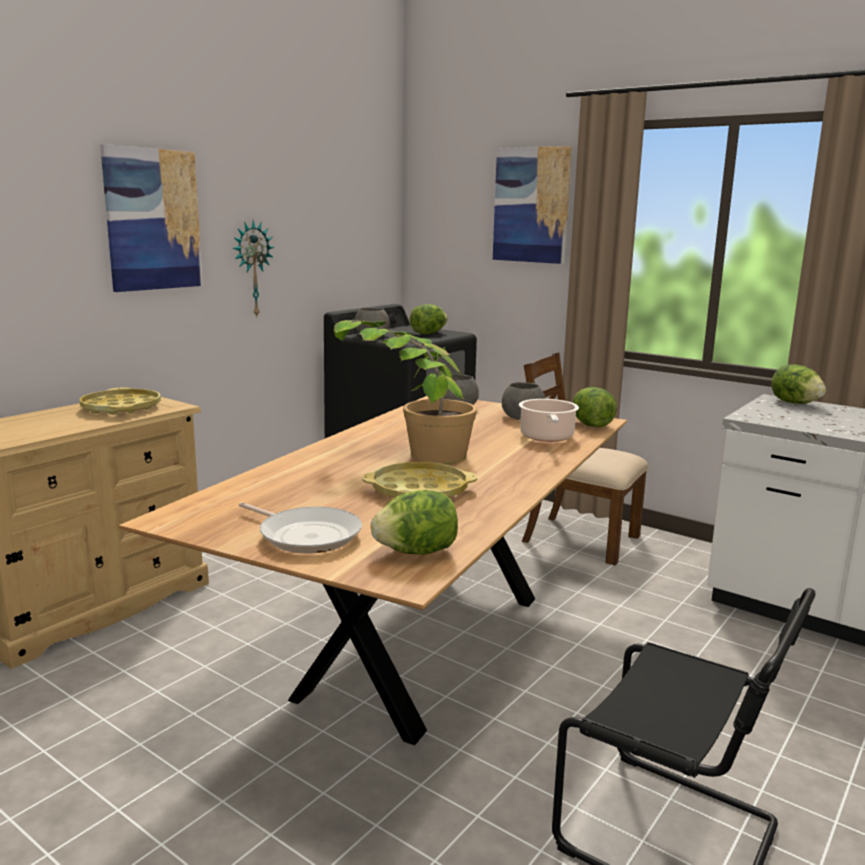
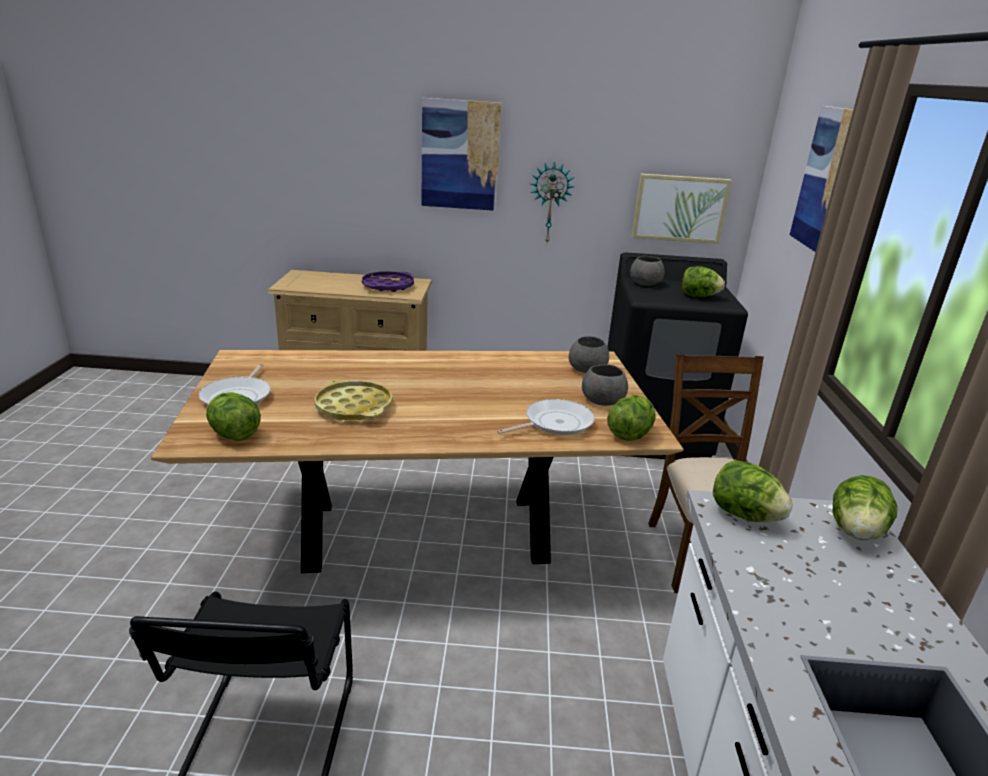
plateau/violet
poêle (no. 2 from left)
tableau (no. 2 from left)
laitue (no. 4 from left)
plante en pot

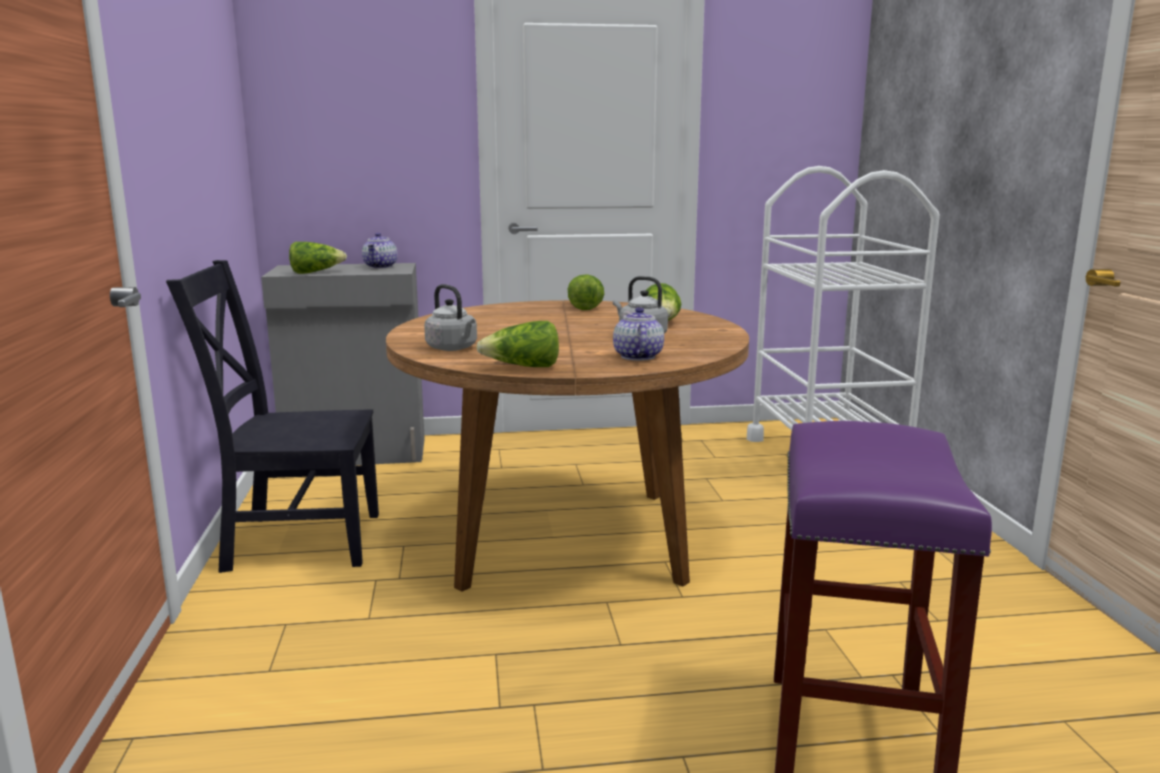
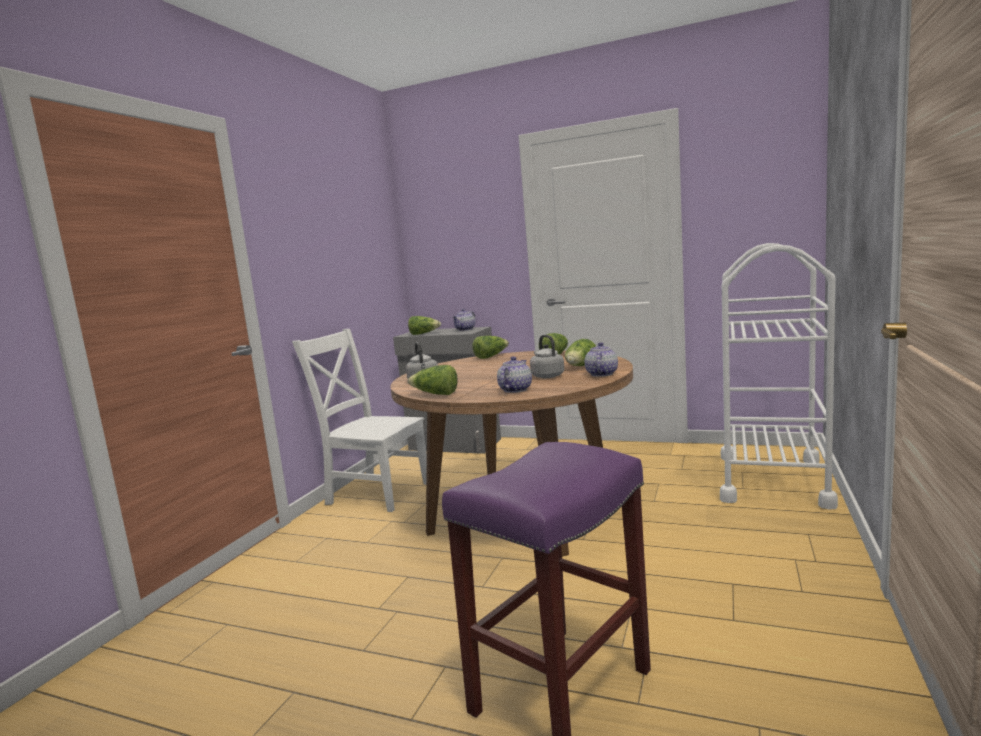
chaise/blanc
laitue (no. 3 from left)
théière (no. 3 from left)

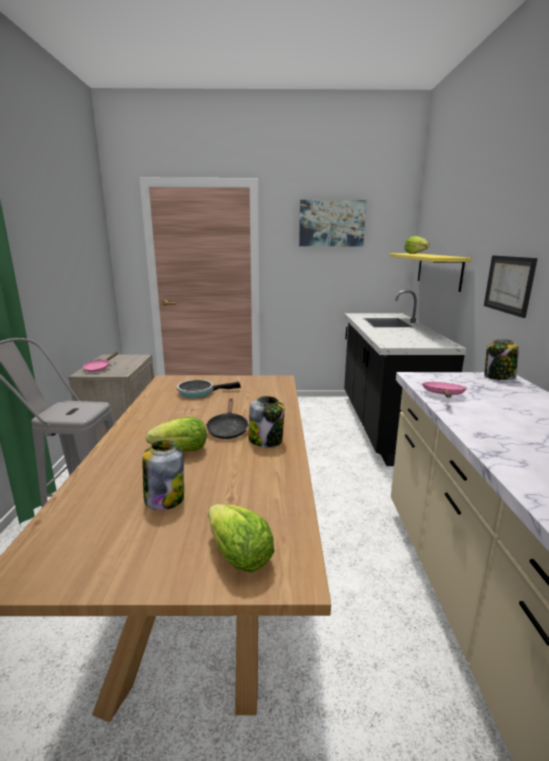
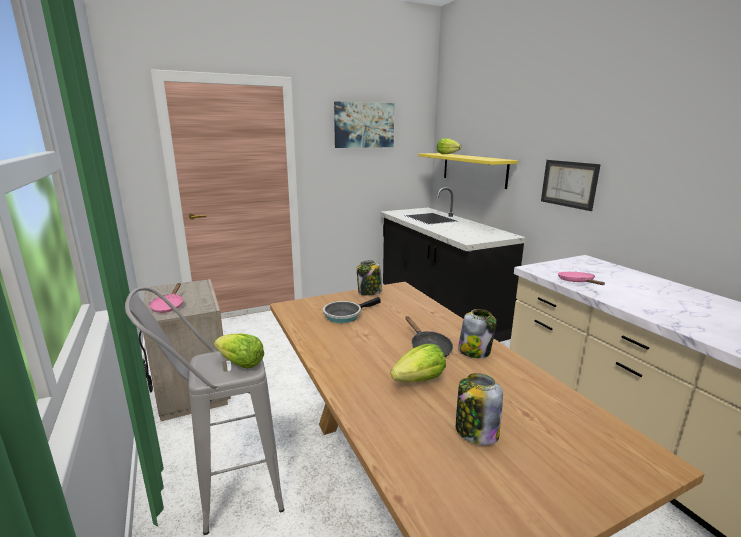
laitue (no. 1 from left)
bocal (no. 1 from left)

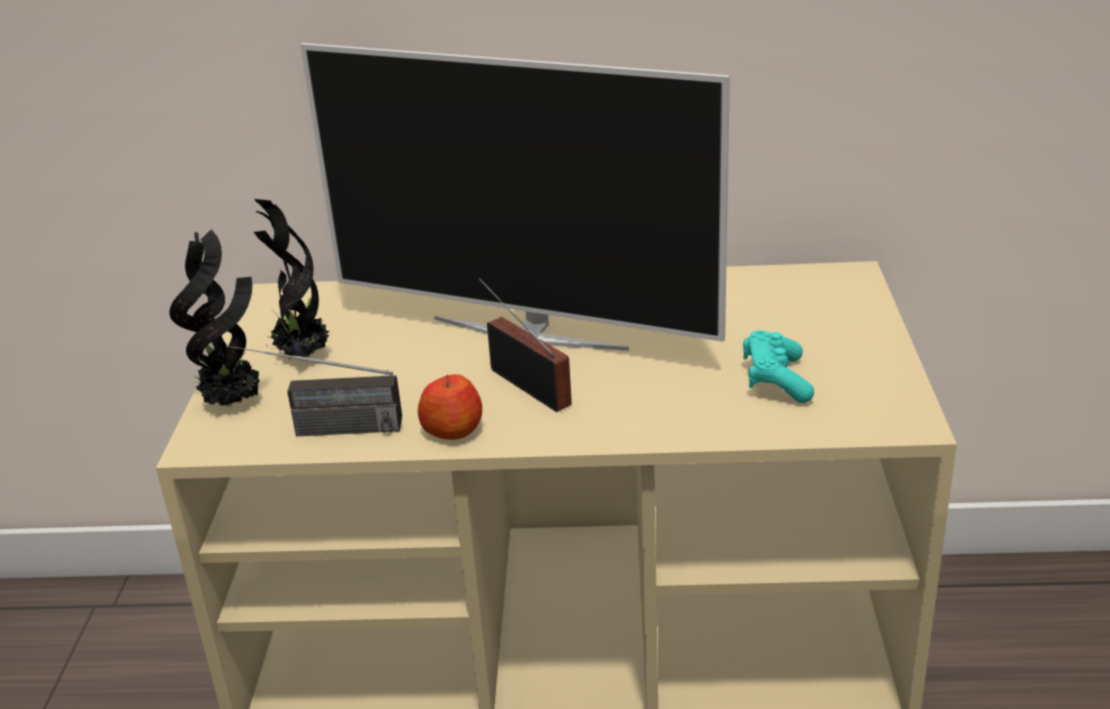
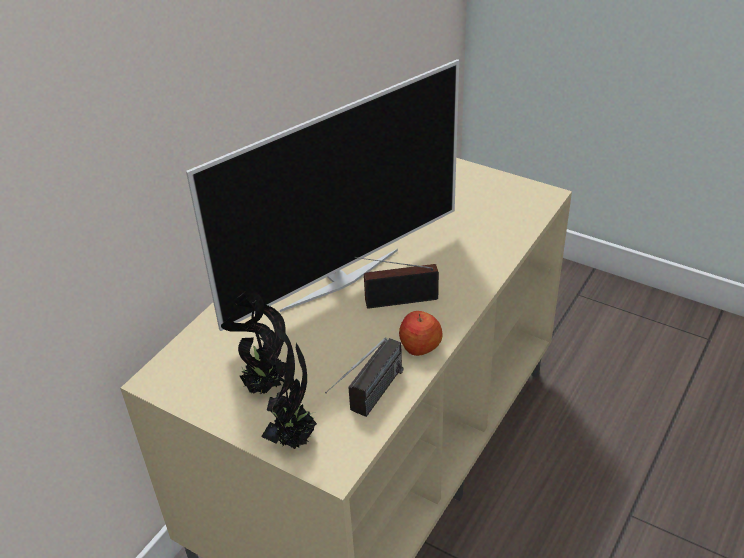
manette/turquoise

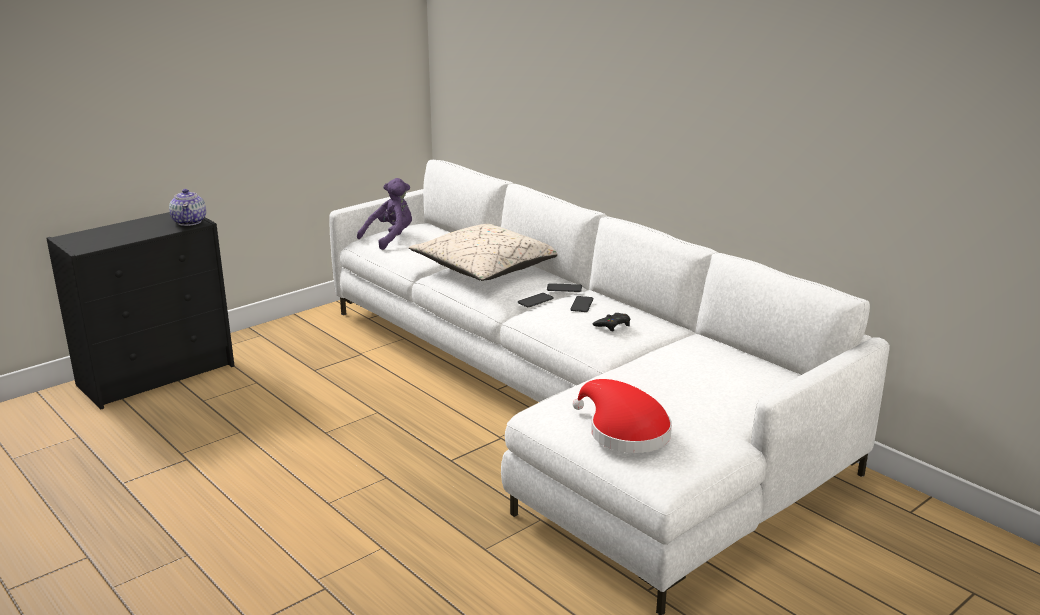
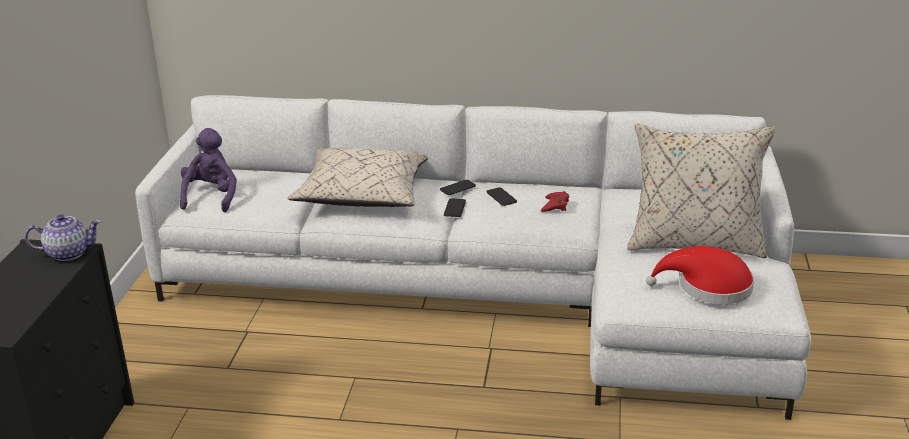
théière
manette/rouge
coussin/beige (no. 2 from left)

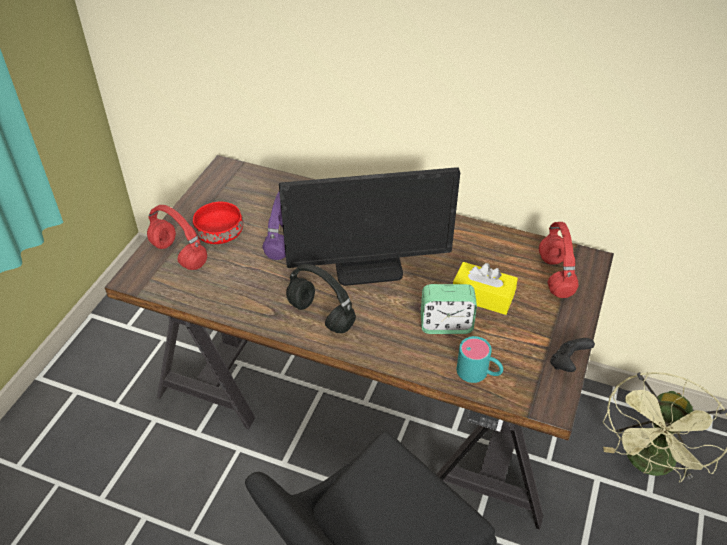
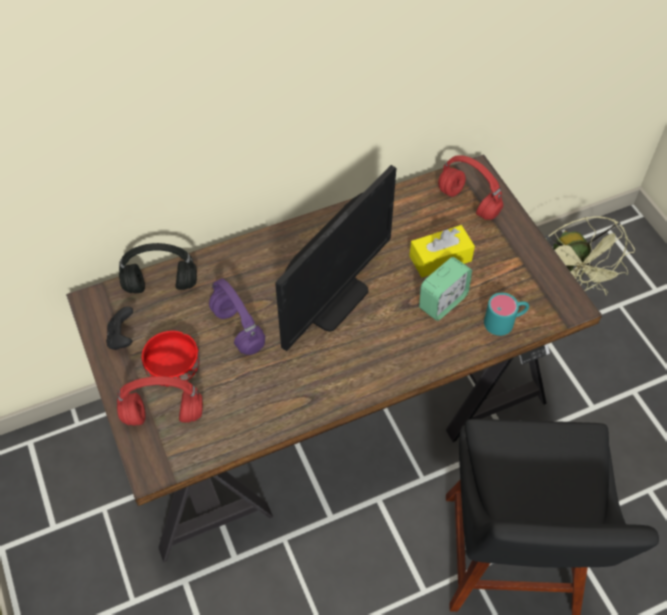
manette/noir
casque audio/noir

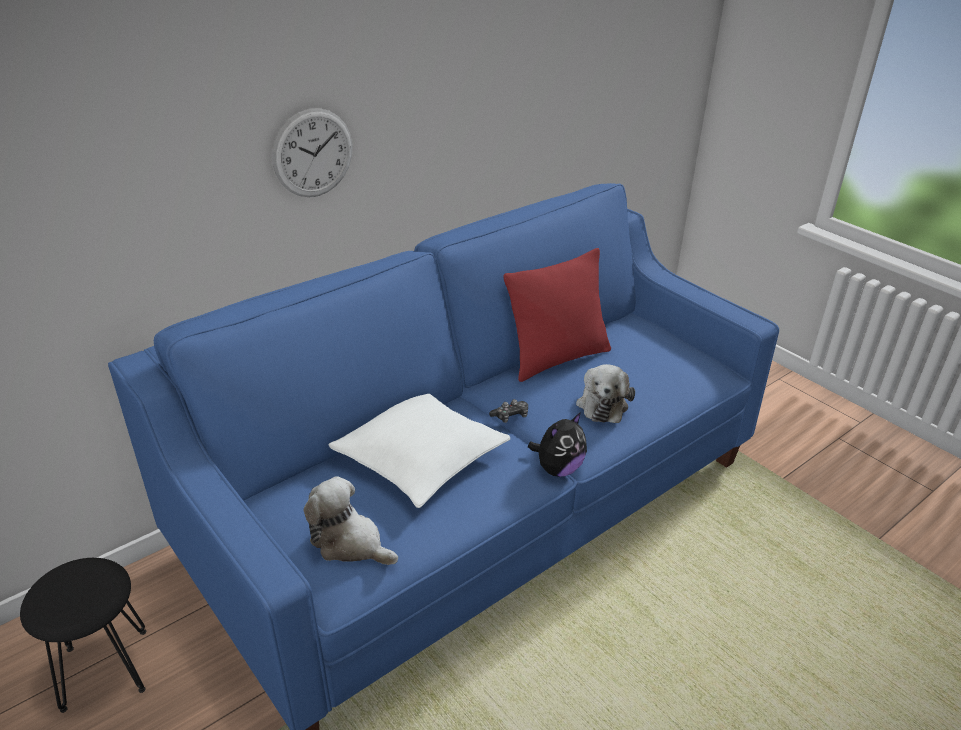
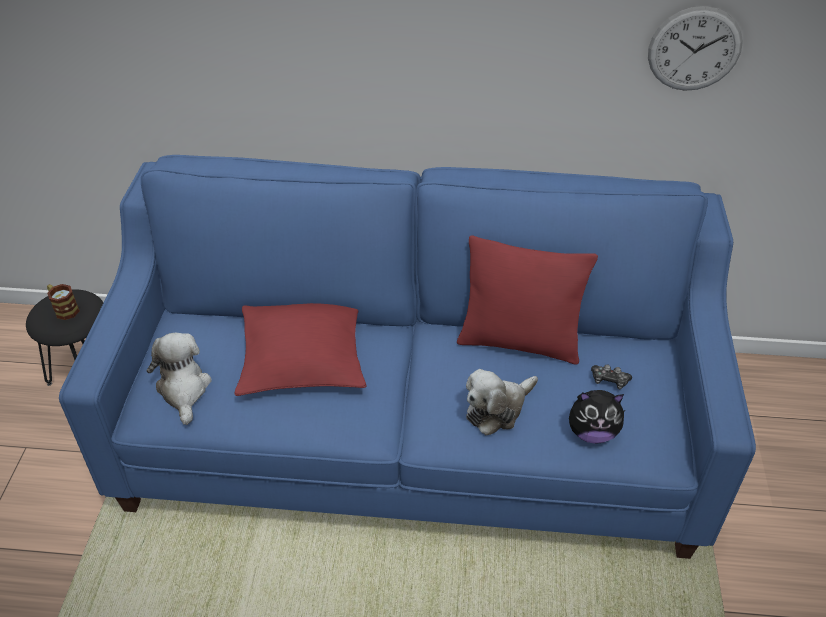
mug
coussin/rouge (no. 1 from left)
peluche (no. 3 from left)
manette
horloge murale

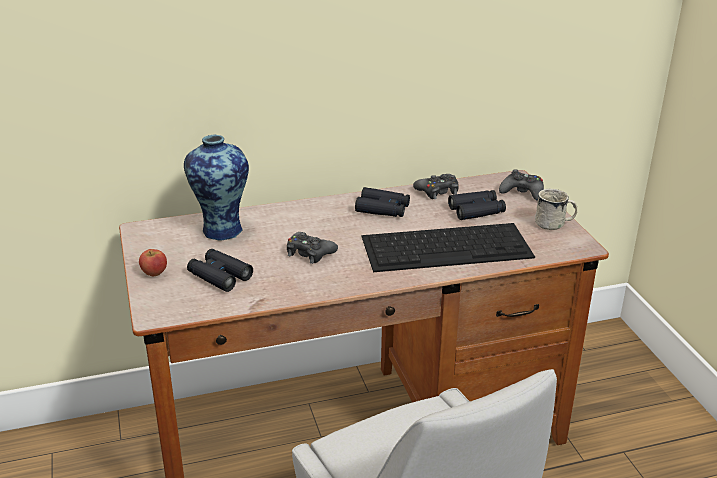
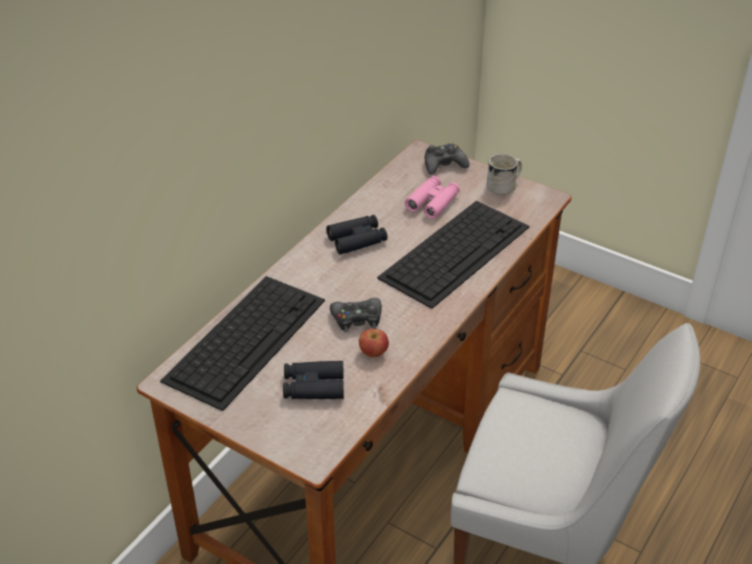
clavier (no. 1 from left)
pomme
jumelles/rose
manette/noir (no. 2 from left in the first image)

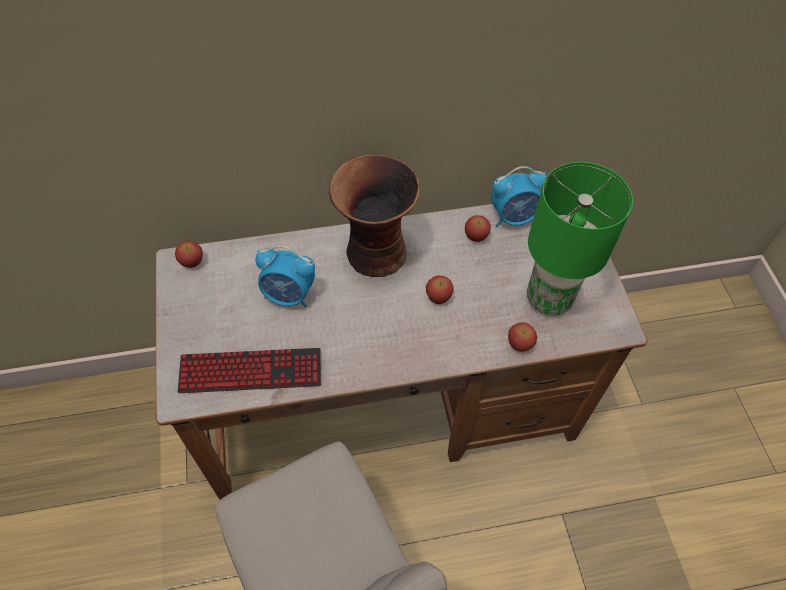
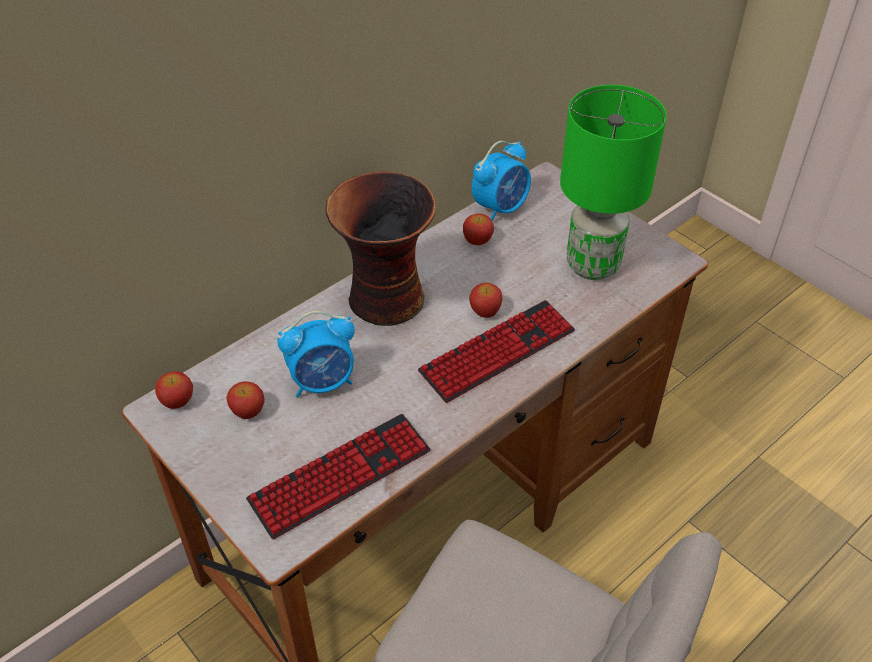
pomme (no. 2 from left)
clavier (no. 2 from left)

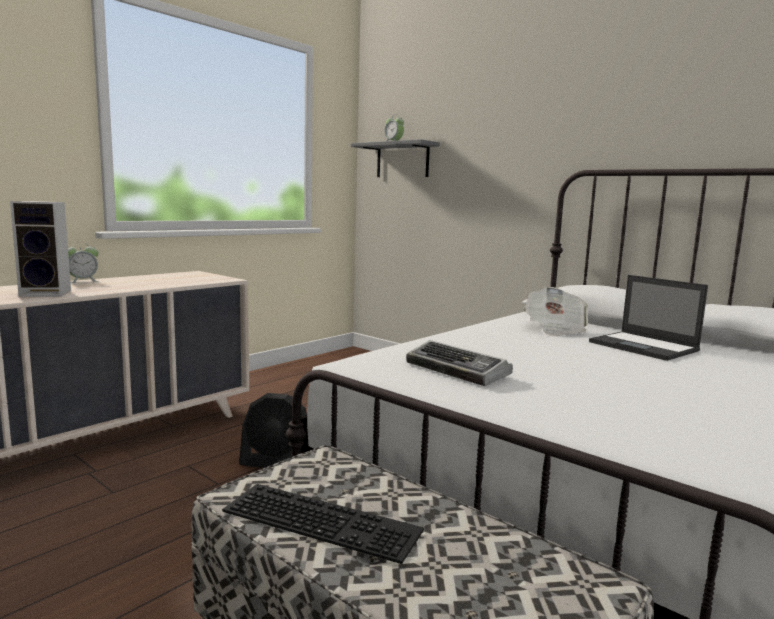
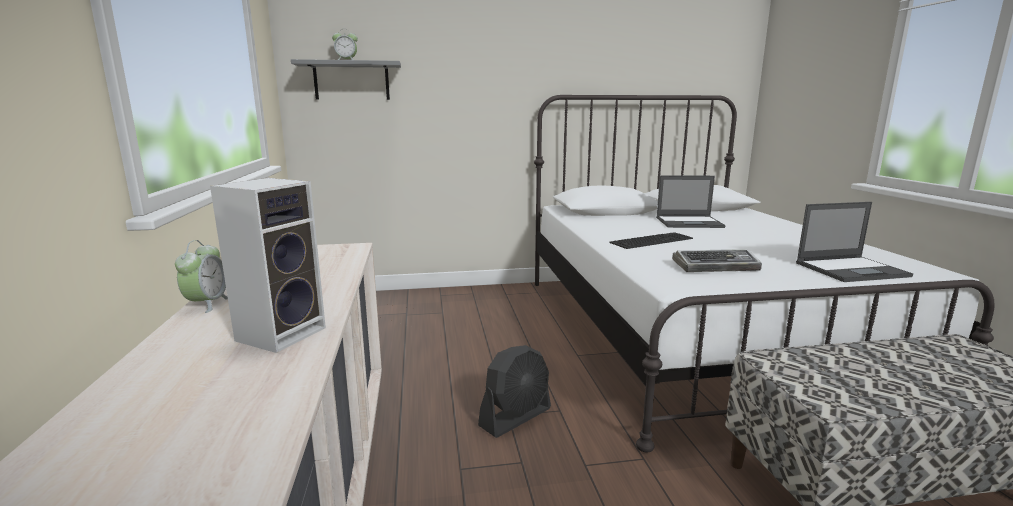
clavier (no. 1 from left)
ordinateur portable (no. 2 from left)
journal

